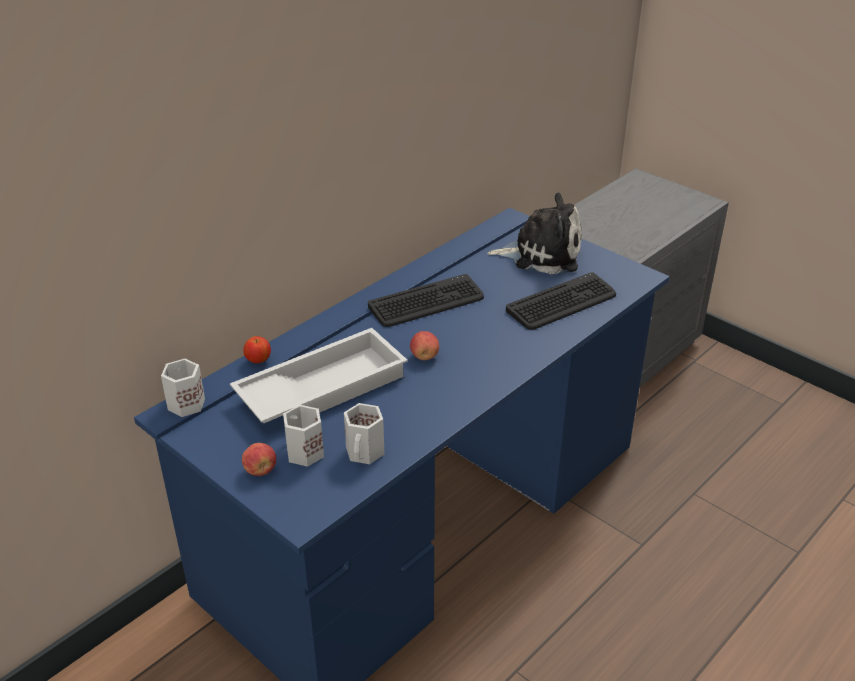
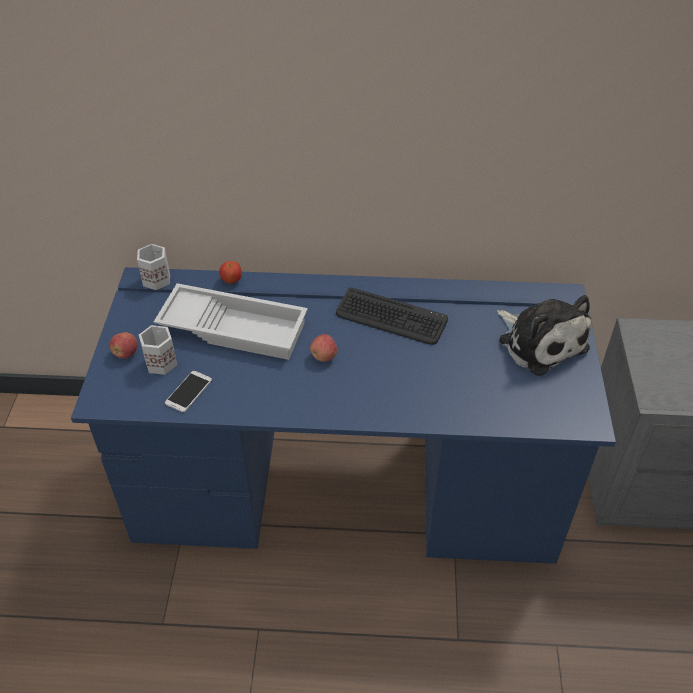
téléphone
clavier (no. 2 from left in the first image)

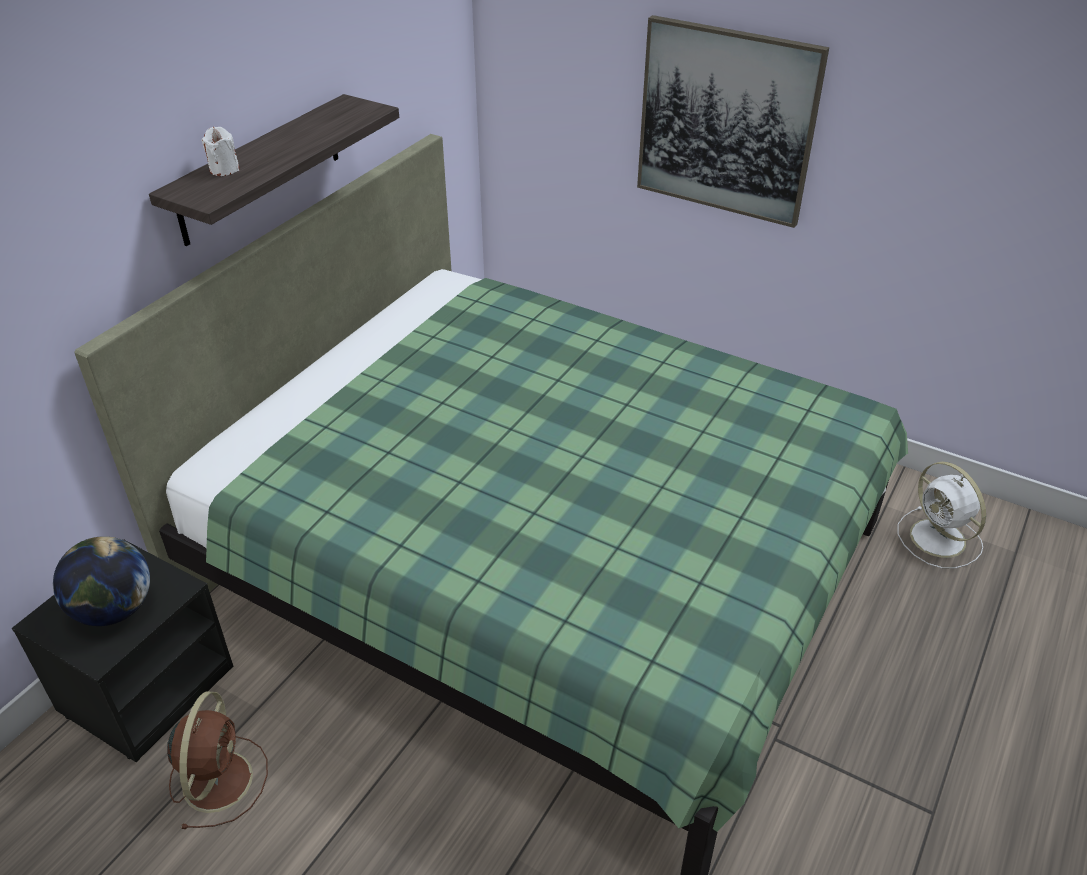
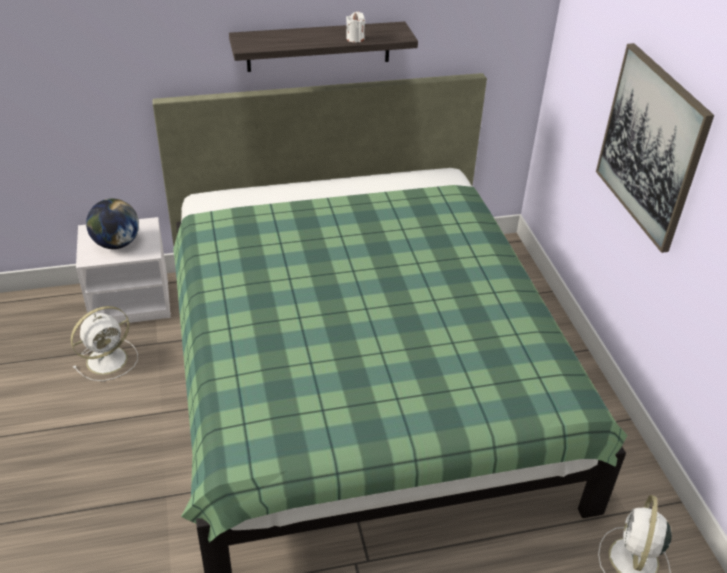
ventilateur/blanc (no. 1 from left)
table de chevet/blanc
bougie/blanc

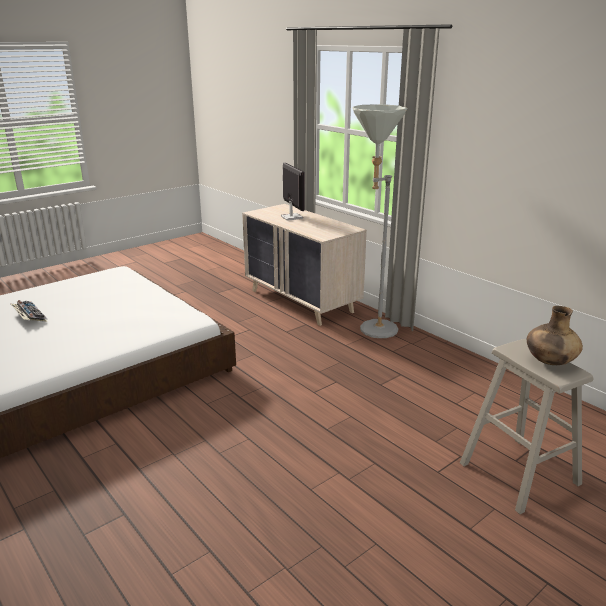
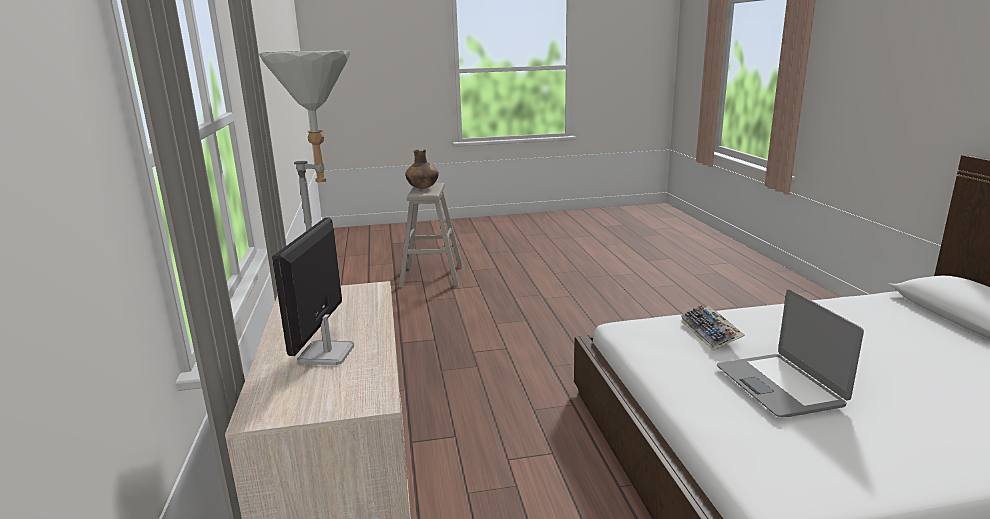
clavier
ordinateur portable

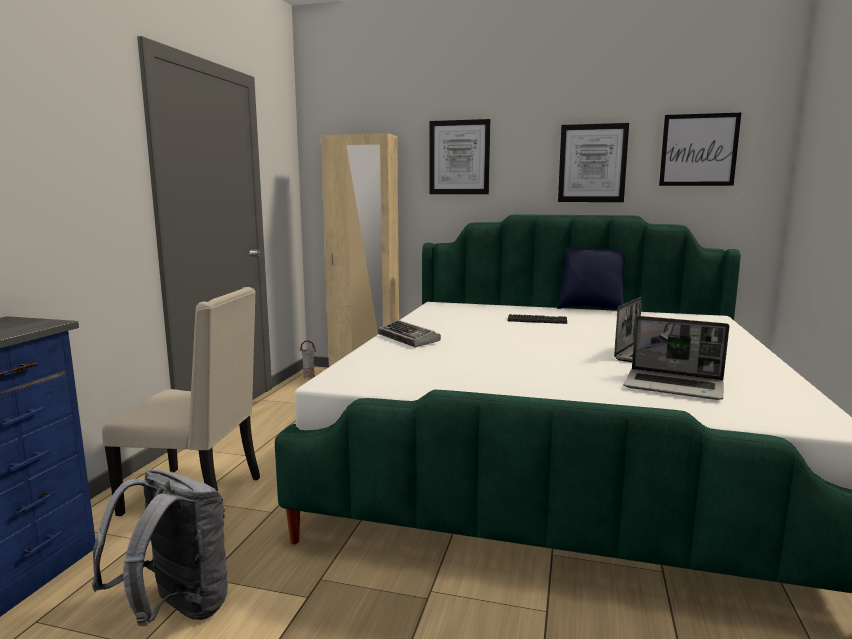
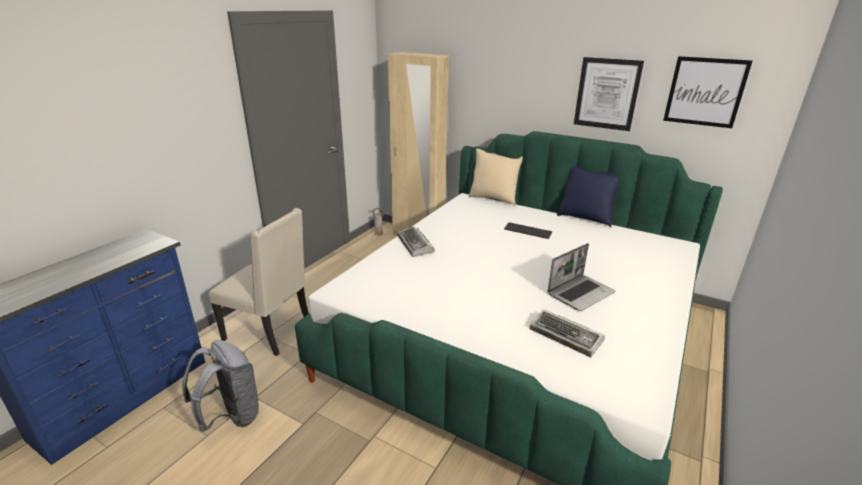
coussin/beige
clavier (no. 3 from left)
tableau (no. 1 from left in the first image)

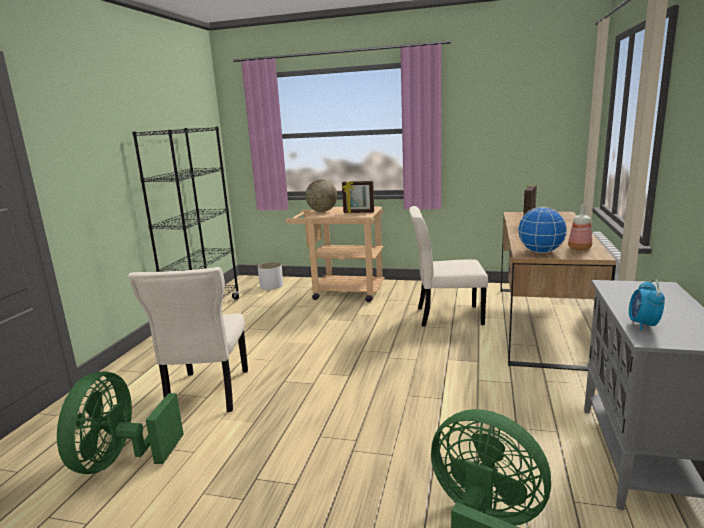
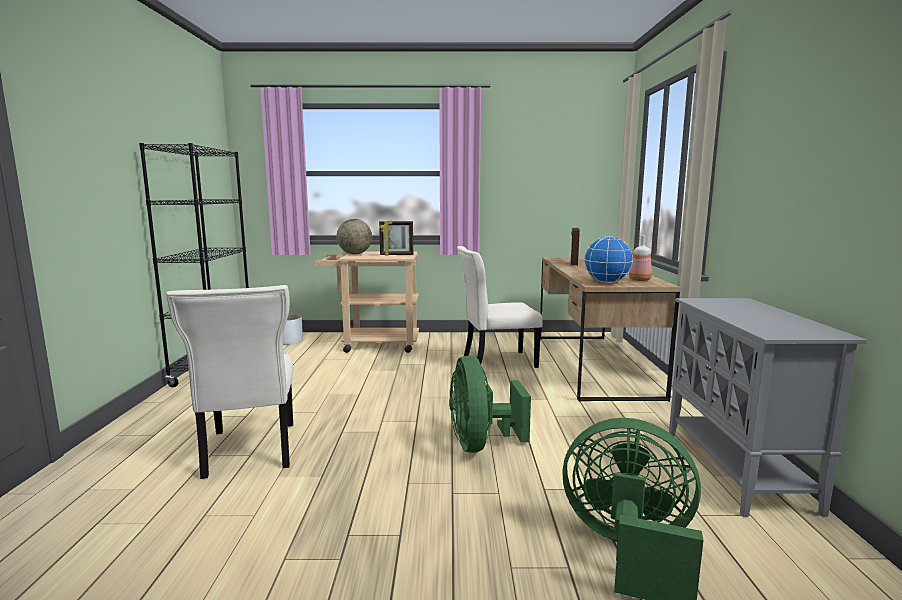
ventilateur/vert (no. 1 from left)
réveil

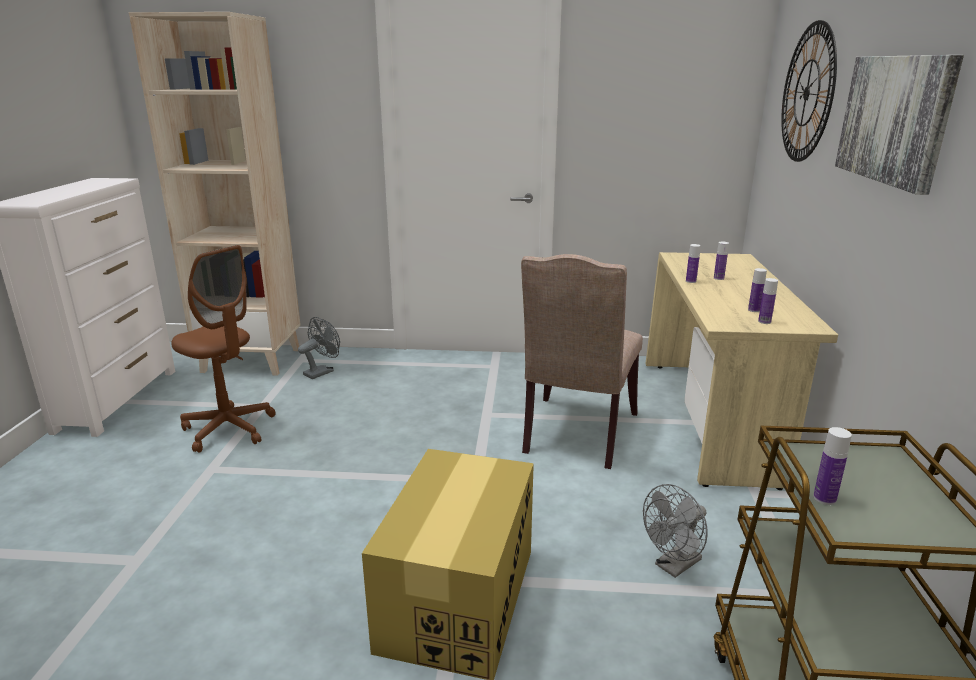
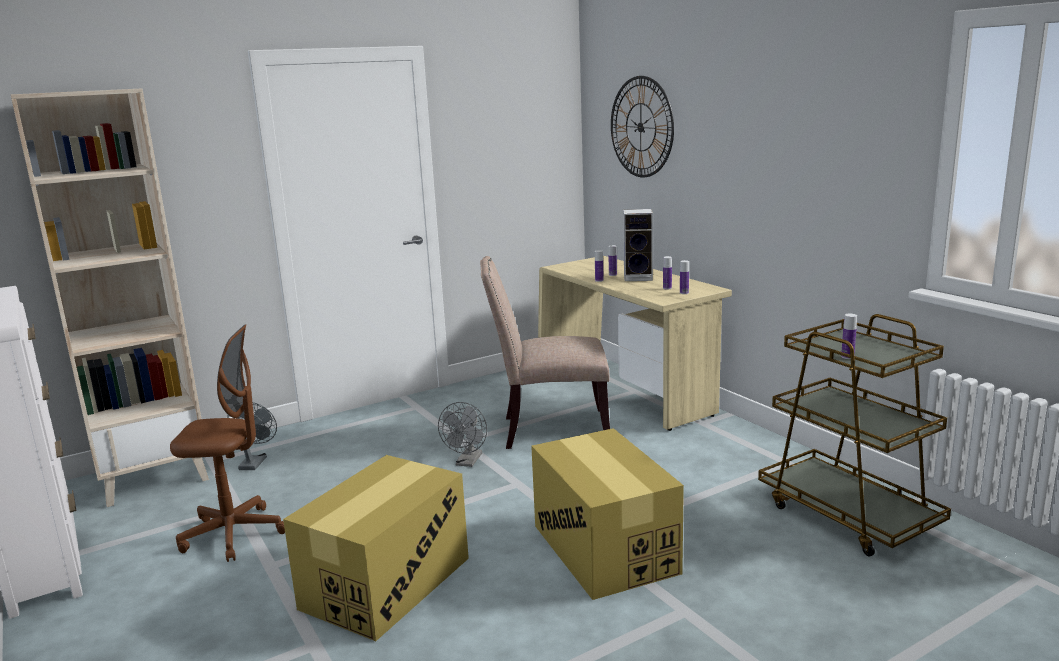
carton (no. 1 from left)
ventilateur/gris (no. 2 from left)
chaise/beige
enceinte
tableau

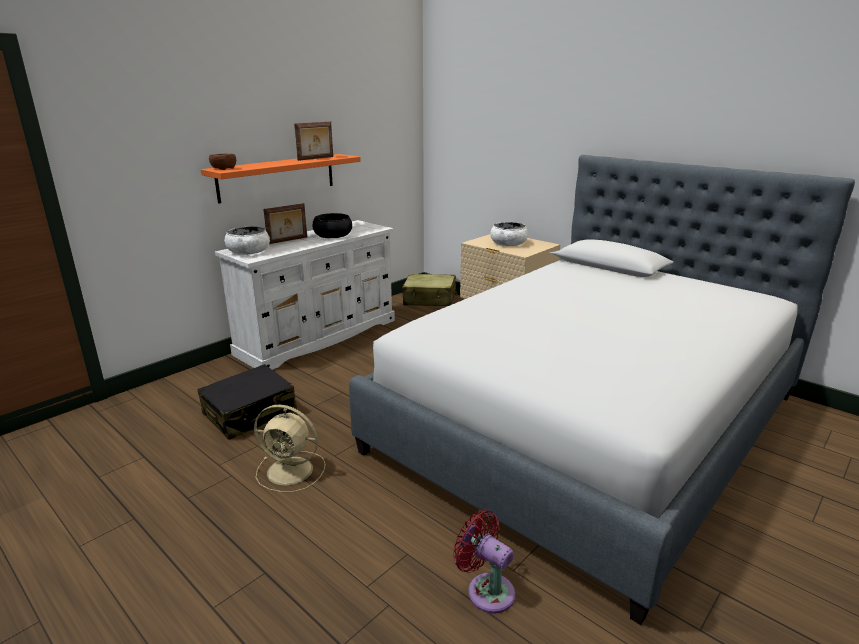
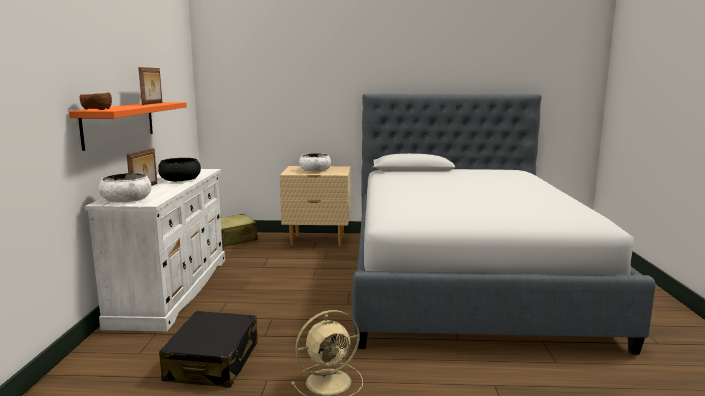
ventilateur/rouge

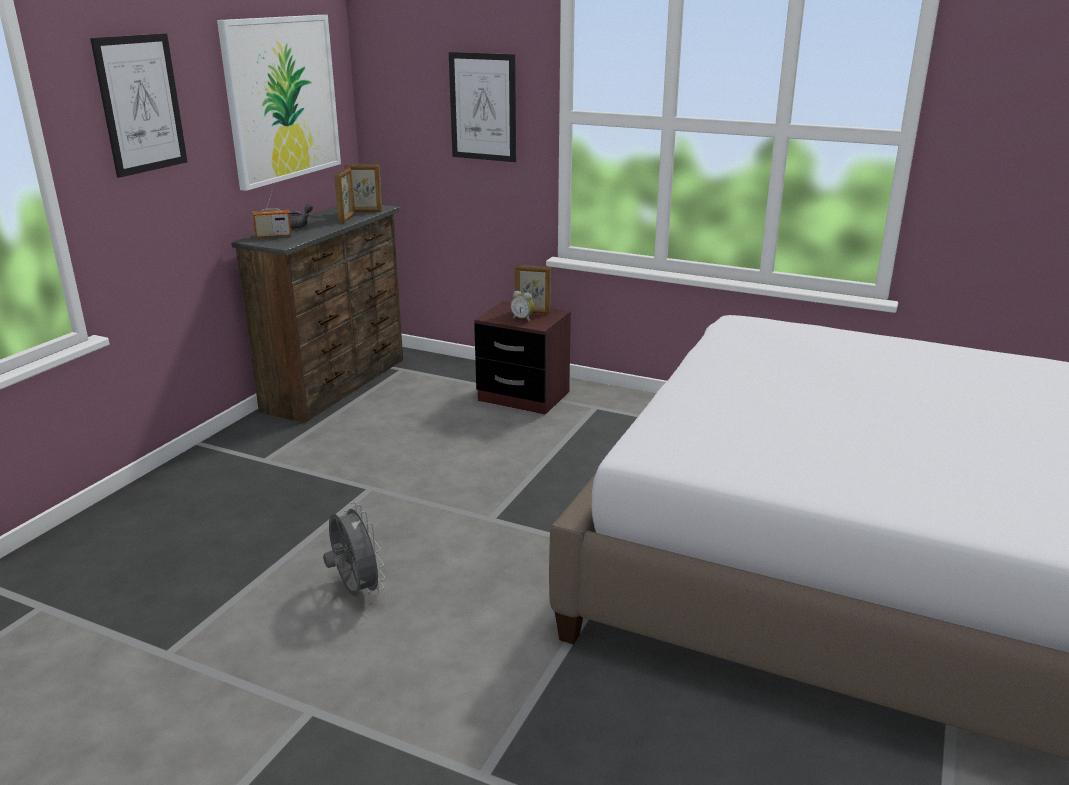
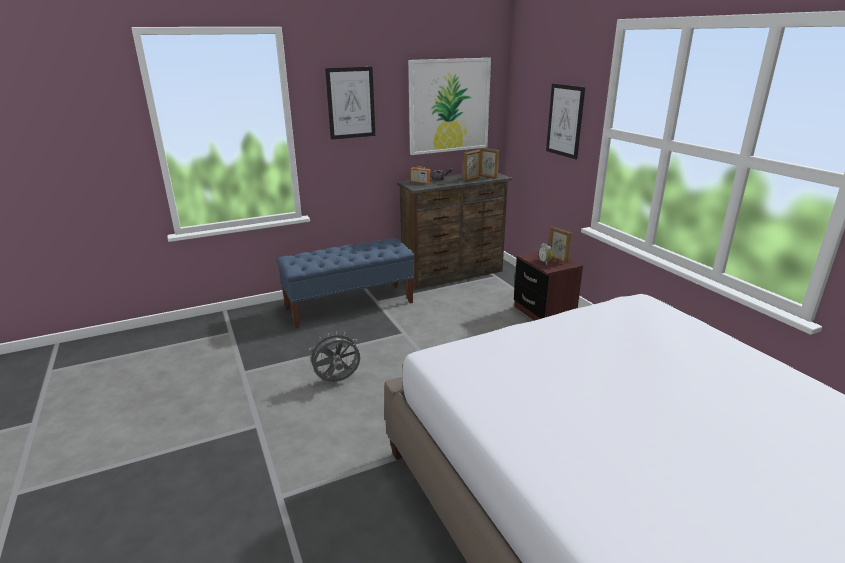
banc/bleu
ventilateur/gris

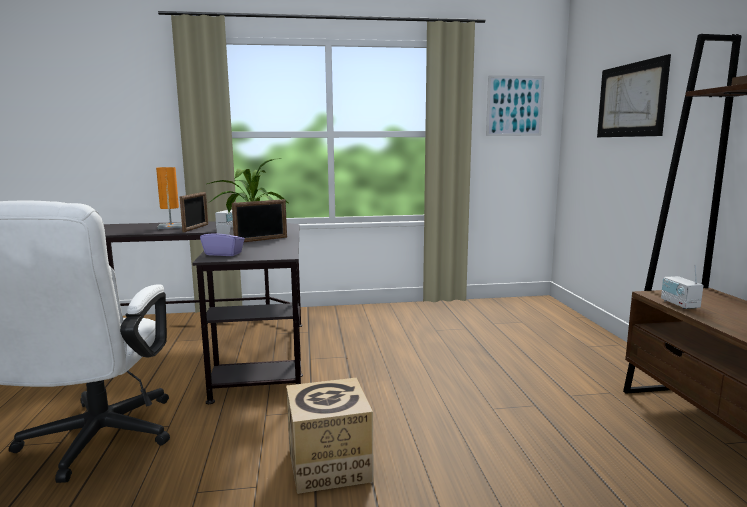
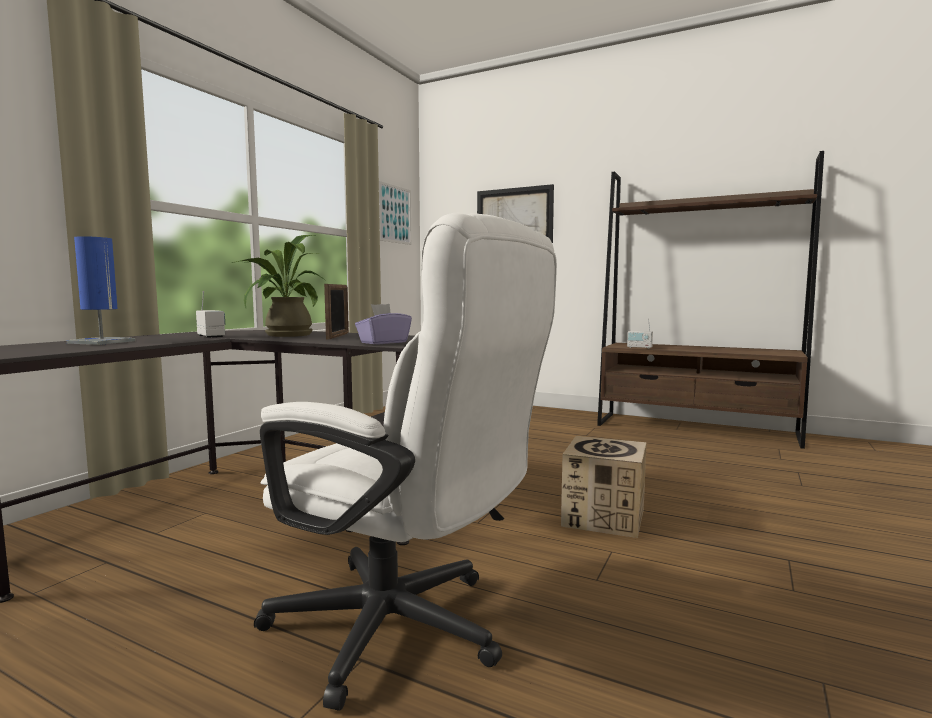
lampe de table/bleu
cadre photo (no. 1 from left in the first image)

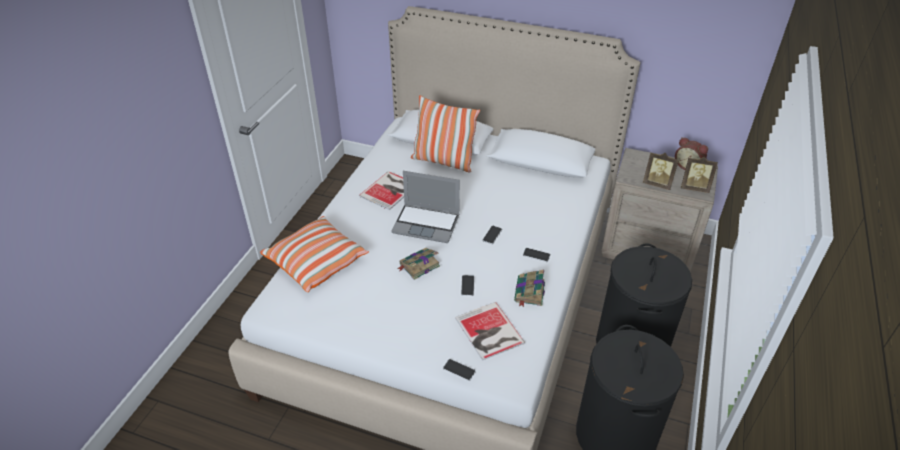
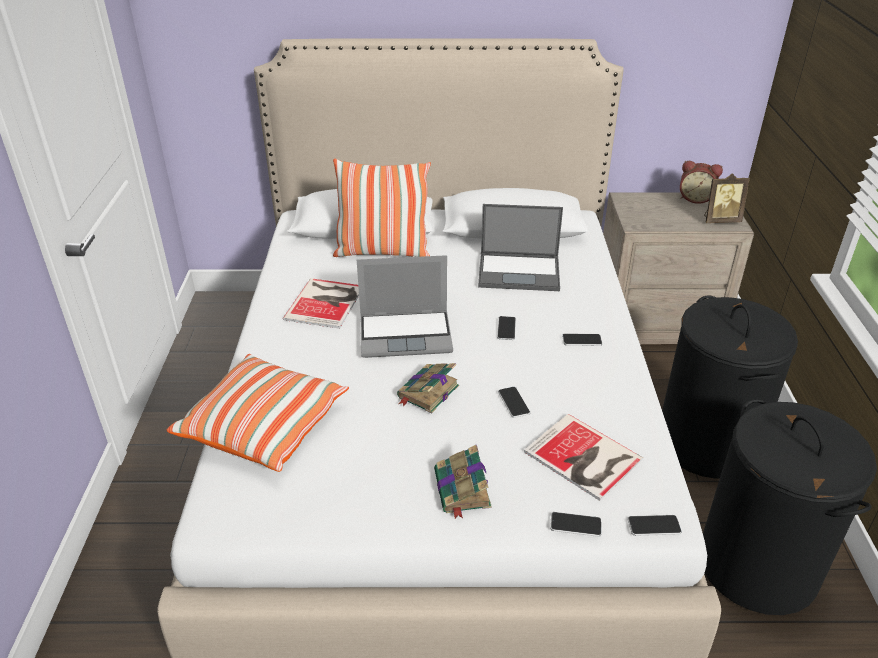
livre (no. 3 from left)
ordinateur portable (no. 2 from left)
téléphone (no. 5 from left)
cadre photo (no. 1 from left in the first image)

